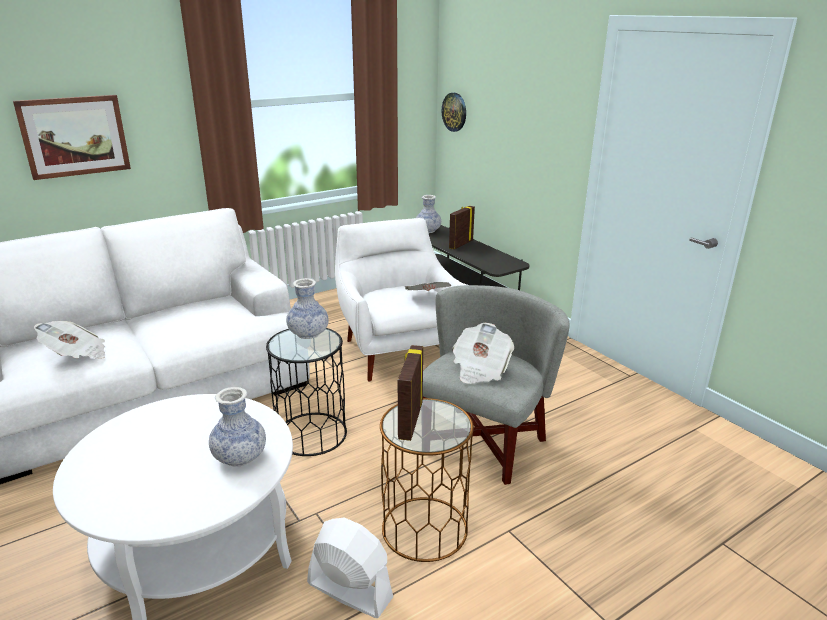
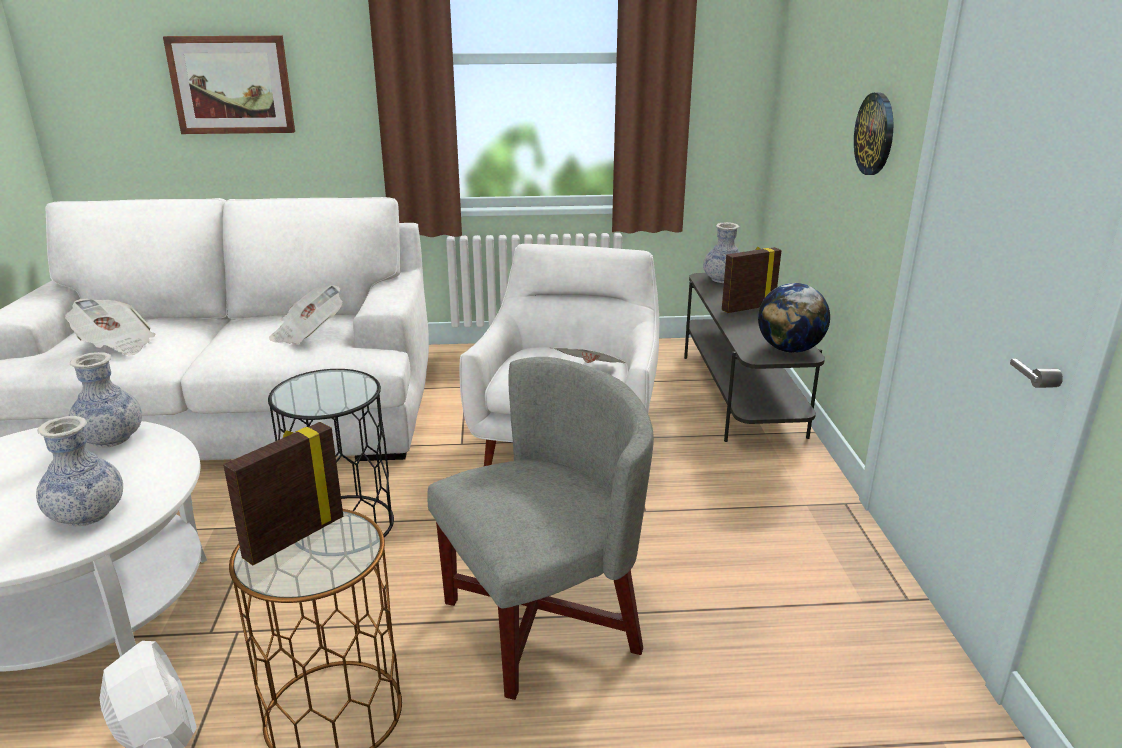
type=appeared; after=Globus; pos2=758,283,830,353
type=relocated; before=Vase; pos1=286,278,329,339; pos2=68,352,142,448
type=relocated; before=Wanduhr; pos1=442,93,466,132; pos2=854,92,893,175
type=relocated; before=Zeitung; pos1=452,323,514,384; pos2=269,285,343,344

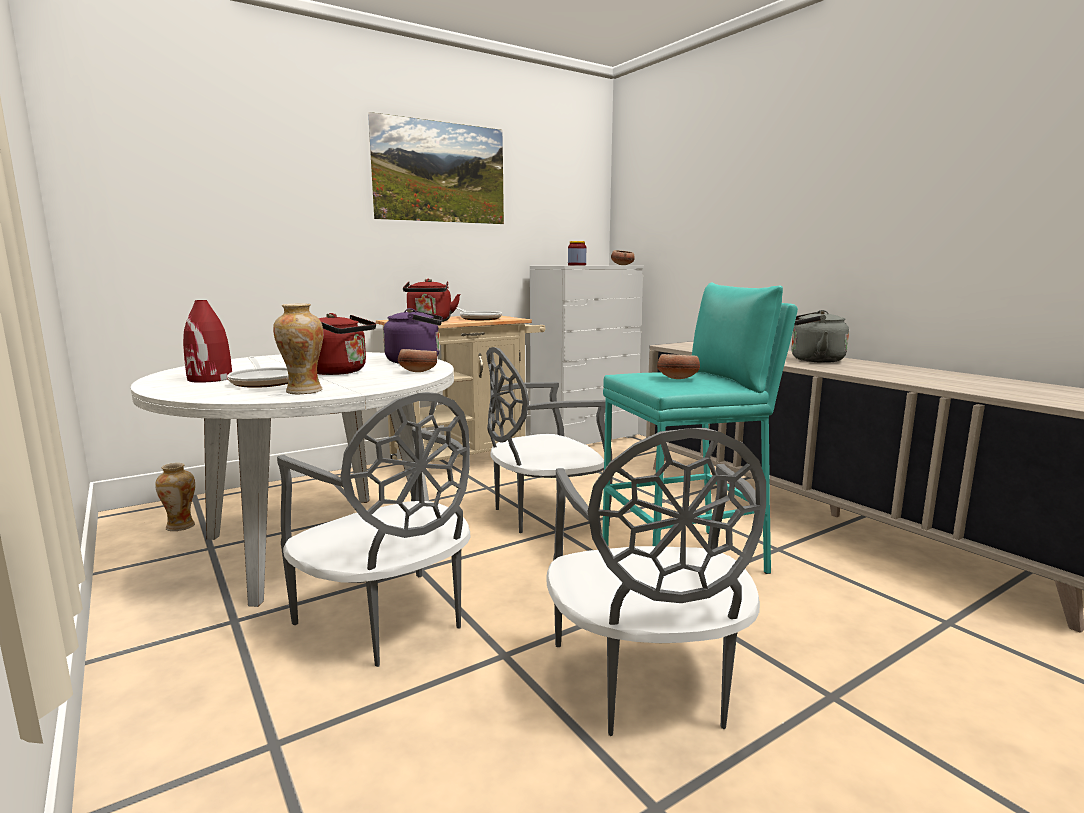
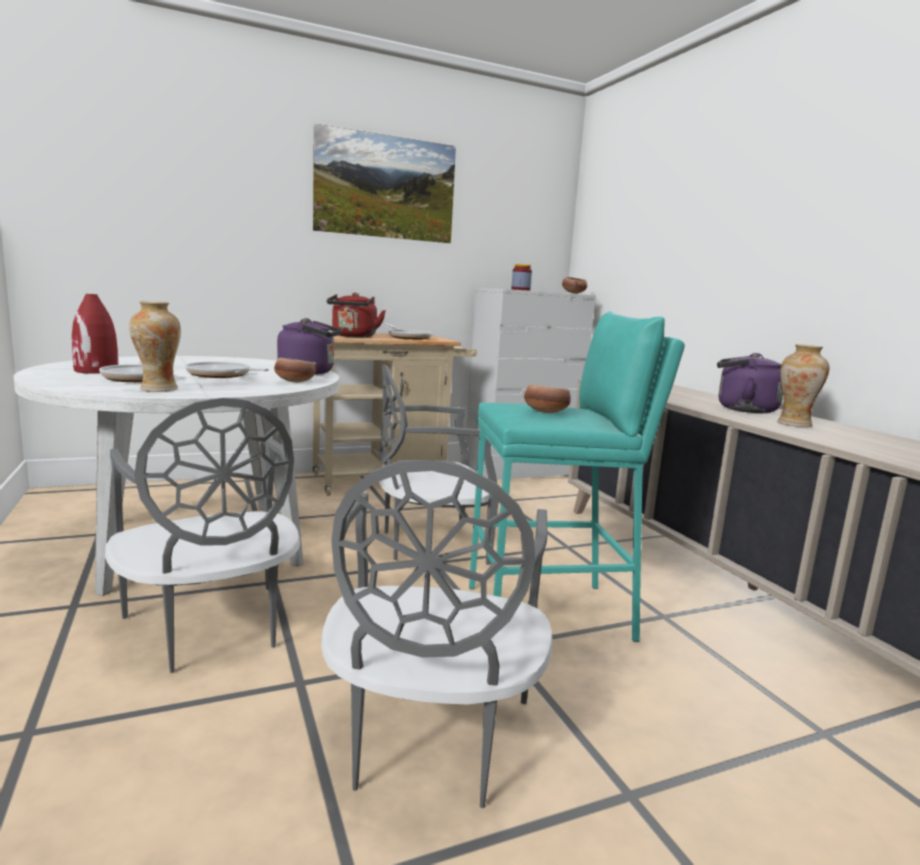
type=relocated; before=Vase; pos1=155,463,195,531; pos2=777,344,830,427
type=exchanged; before=Wasserkessel/rot; after=Pfanne; pos1=317,313,376,375; pos2=185,362,269,378
type=colour; before=Wasserkessel/grau; after=Wasserkessel/lila; pos1=791,310,849,363; pos2=717,353,783,413

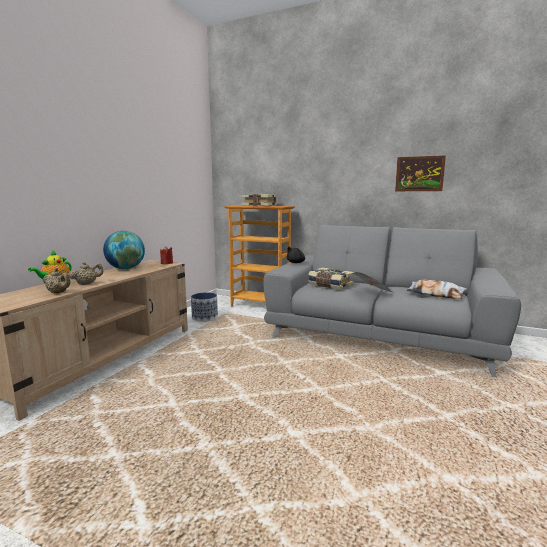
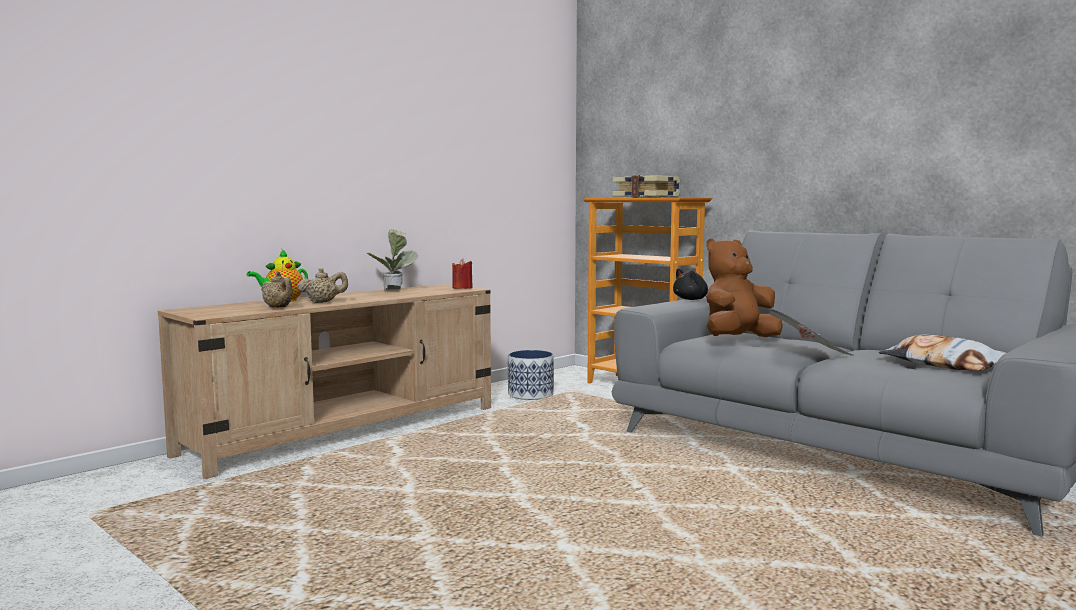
type=missing; before=Bild; pos1=395,155,446,191
type=exchanged; before=Globus; after=Topfpflanze; pos1=103,231,145,269; pos2=367,229,418,290
type=exchanged; before=Buch; after=Plüschtier/braun; pos1=308,268,354,290; pos2=706,238,783,337

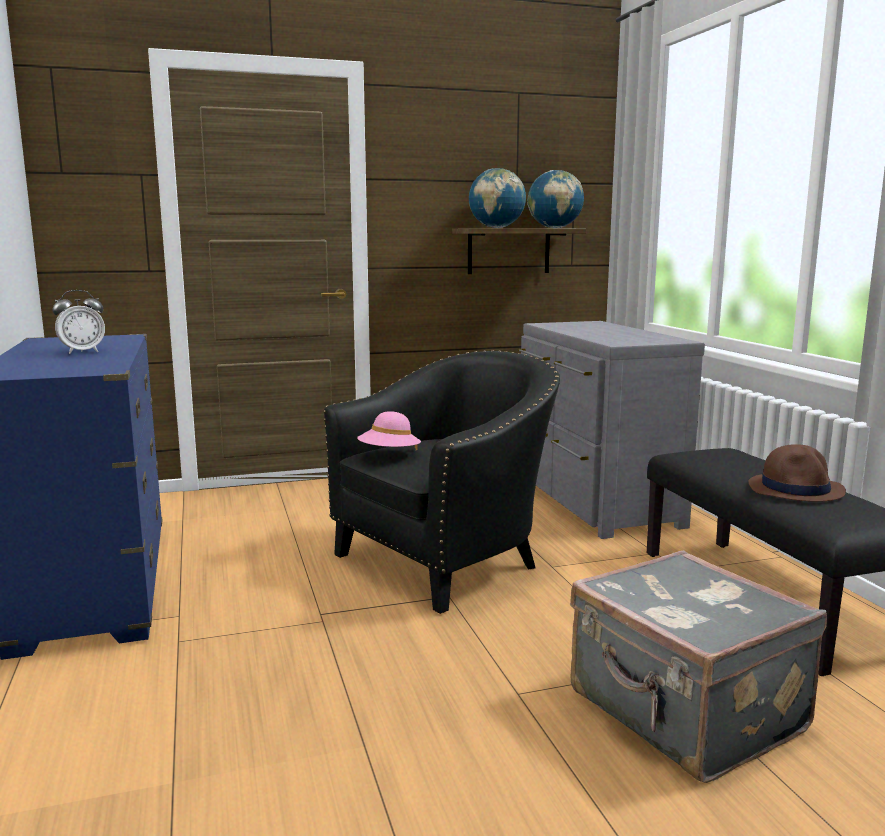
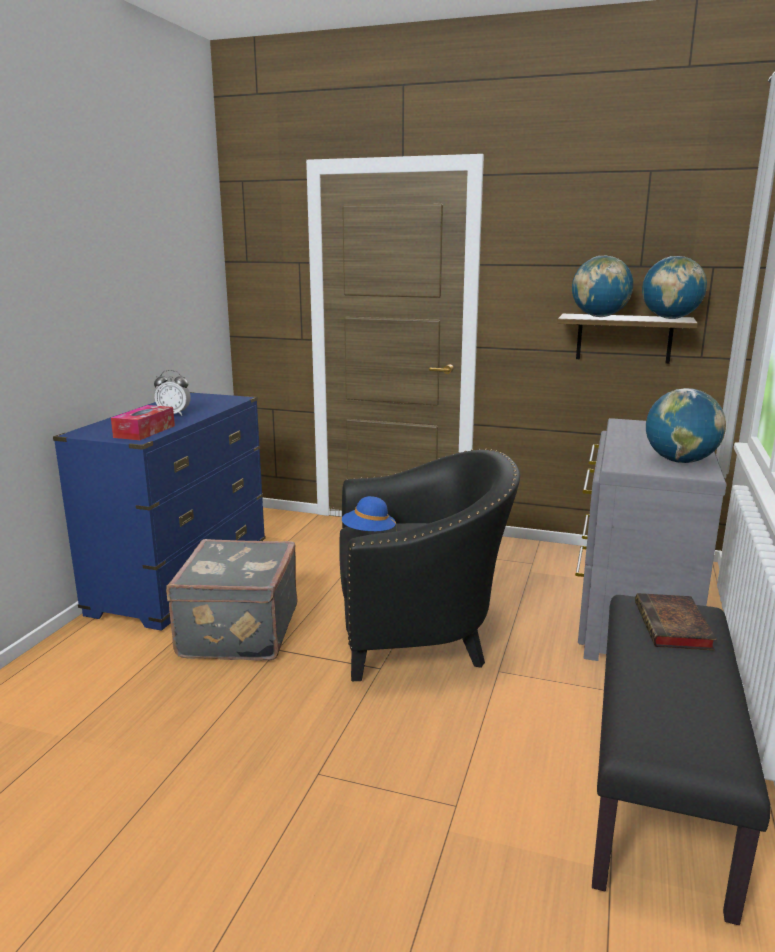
type=missing; before=Hut/braun; pos1=748,444,846,502
type=appeared; after=Taschentuchbox; pos2=111,405,175,440
type=appeared; after=Buch; pos2=635,593,717,651
type=appeared; after=Globus; pos2=646,388,726,463
type=relocated; before=Koffer/grau; pos1=570,550,827,783; pos2=166,539,298,661
type=colour; before=Hut/rosa; after=Hut/blau; pos1=357,411,421,450; pos2=342,496,396,531

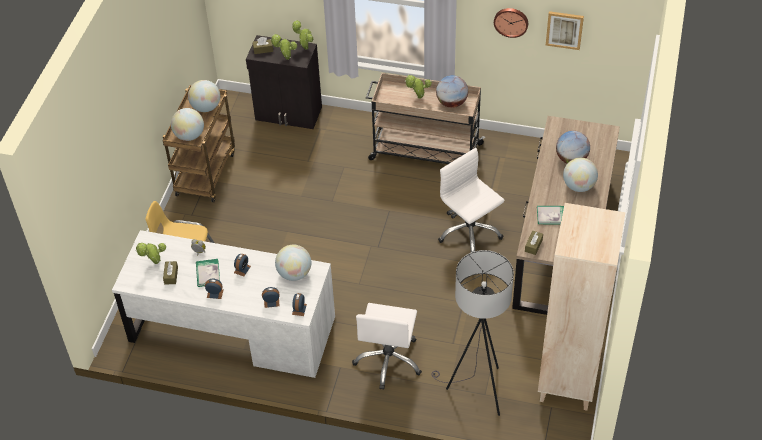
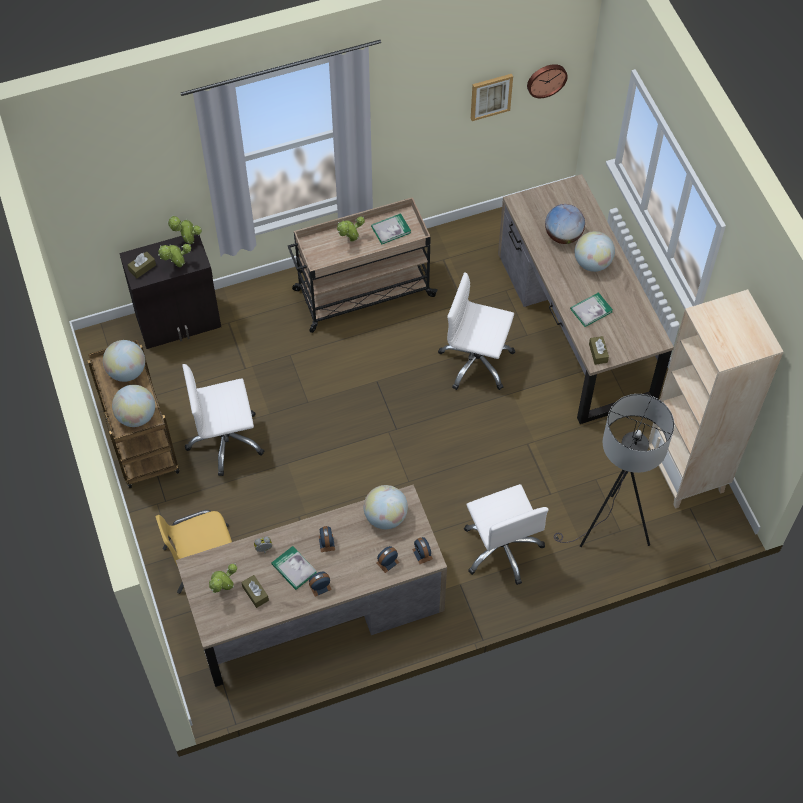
type=appeared; after=Bürostuhl/weiß; pos2=182,364,264,476
type=relocated; before=Wanduhr; pos1=494,8,528,38; pos2=527,64,568,98
type=exchanged; before=Globus; after=Buch; pos1=436,75,468,108; pos2=371,213,411,244
type=colour; before=Schreibtisch/weiß; after=Schreibtisch/braun; pos1=112,230,335,378; pos2=176,485,447,687

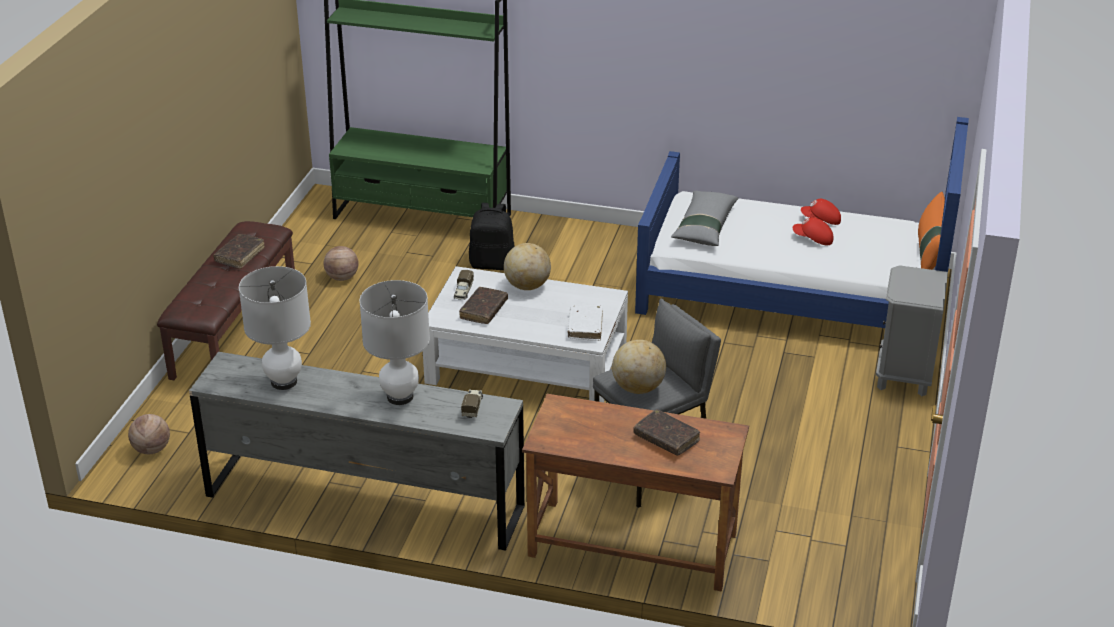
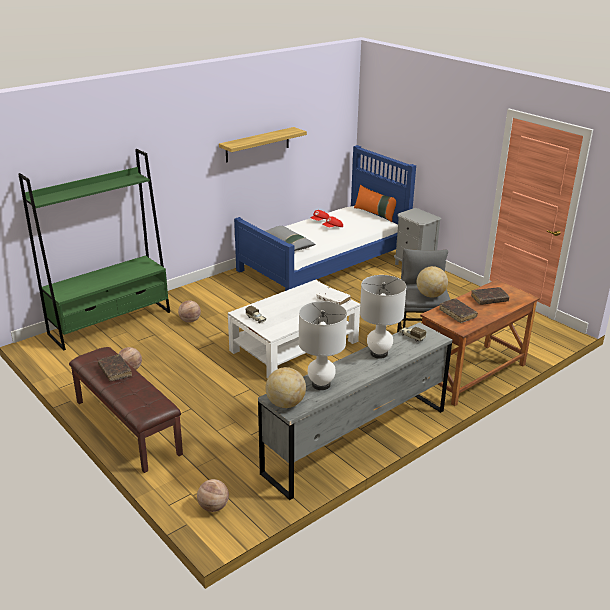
type=appeared; after=Wandregal; pos2=219,127,307,163
type=relocated; before=Buch/braun; pos1=459,287,508,324; pos2=439,298,478,323
type=relocated; before=Globus; pos1=504,243,551,290; pos2=265,367,306,408
type=exchanged; before=Rucksack/schwarz; after=Basketball; pos1=469,203,515,270; pos2=178,300,201,323

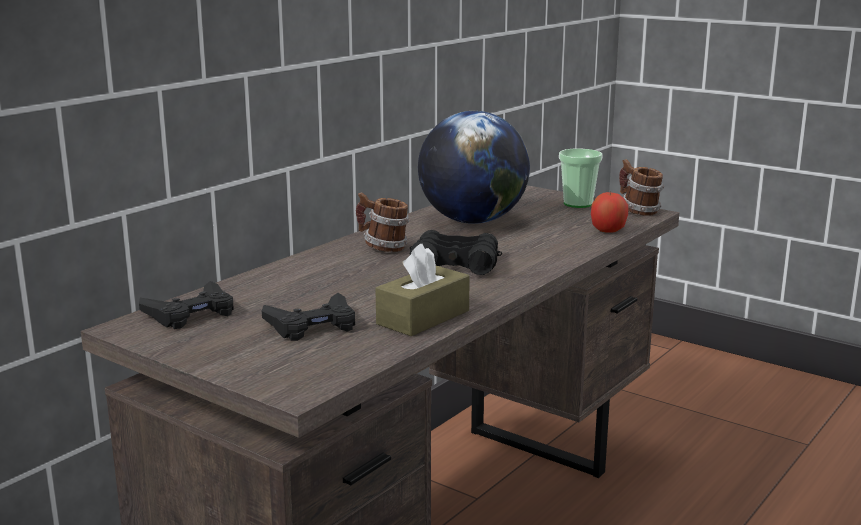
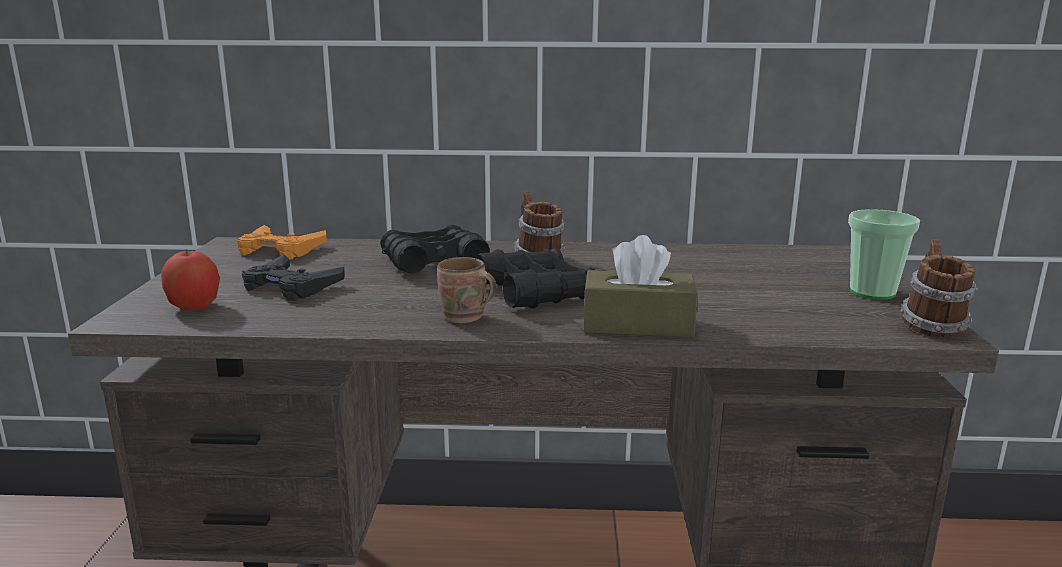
type=missing; before=Globus; pos1=418,111,530,224
type=appeared; after=Fernglas/schwarz; pos2=380,225,490,274
type=appeared; after=Henkelbecher/braun; pos2=437,257,496,323
type=relocated; before=Taschentuchbox/braun; pos1=375,244,470,336; pos2=583,235,698,338
type=relocated; before=Apfel; pos1=591,191,628,232; pos2=161,249,220,310
type=colour; before=Gamepad/schwarz; after=Gamepad/orange; pos1=139,281,233,329; pos2=237,225,327,260

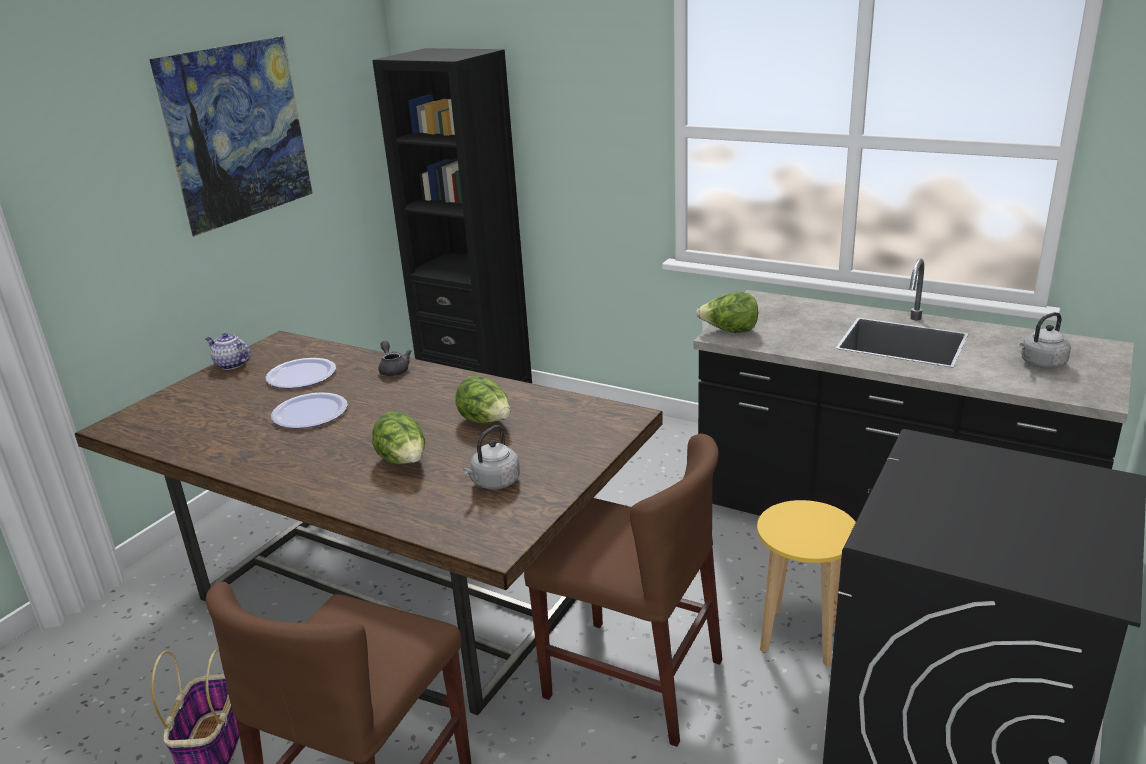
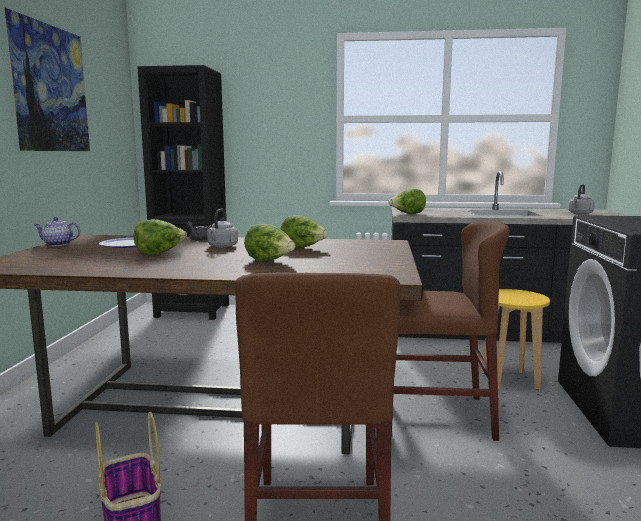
type=relocated; before=Wasserkessel/grau; pos1=463,425,520,490; pos2=207,209,238,248
type=exchanged; before=Teller; after=Salatkopf; pos1=271,392,348,429; pos2=134,219,187,255

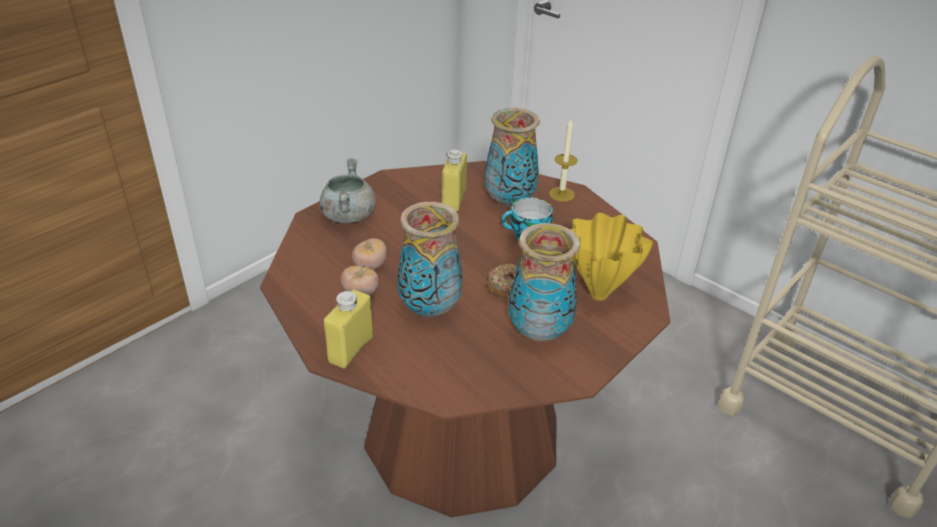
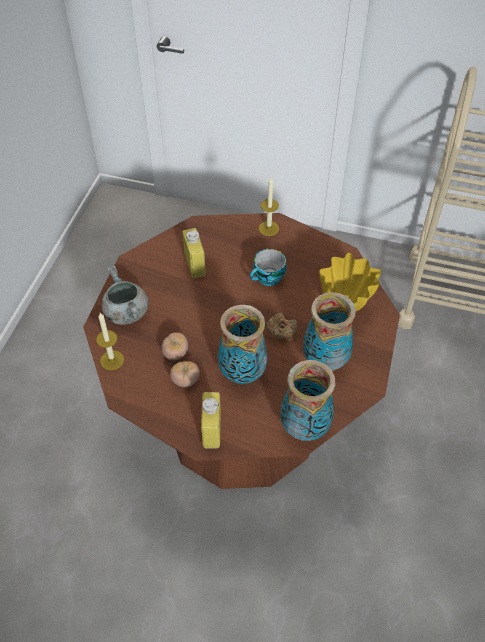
type=appeared; after=Kerze; pos2=96,313,124,370
type=relocated; before=Vase; pos1=485,108,540,208; pos2=281,360,335,441

